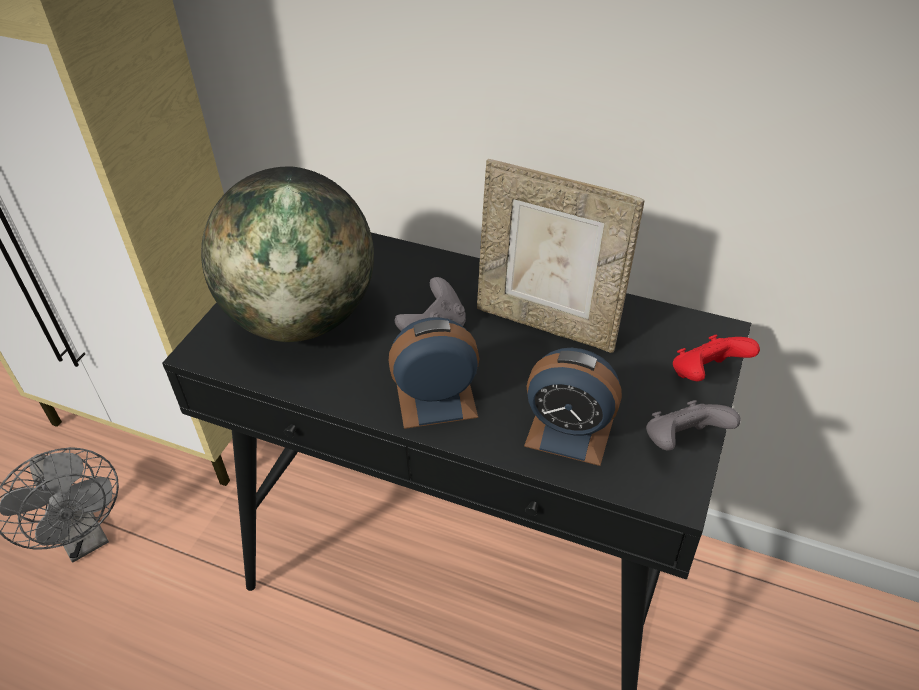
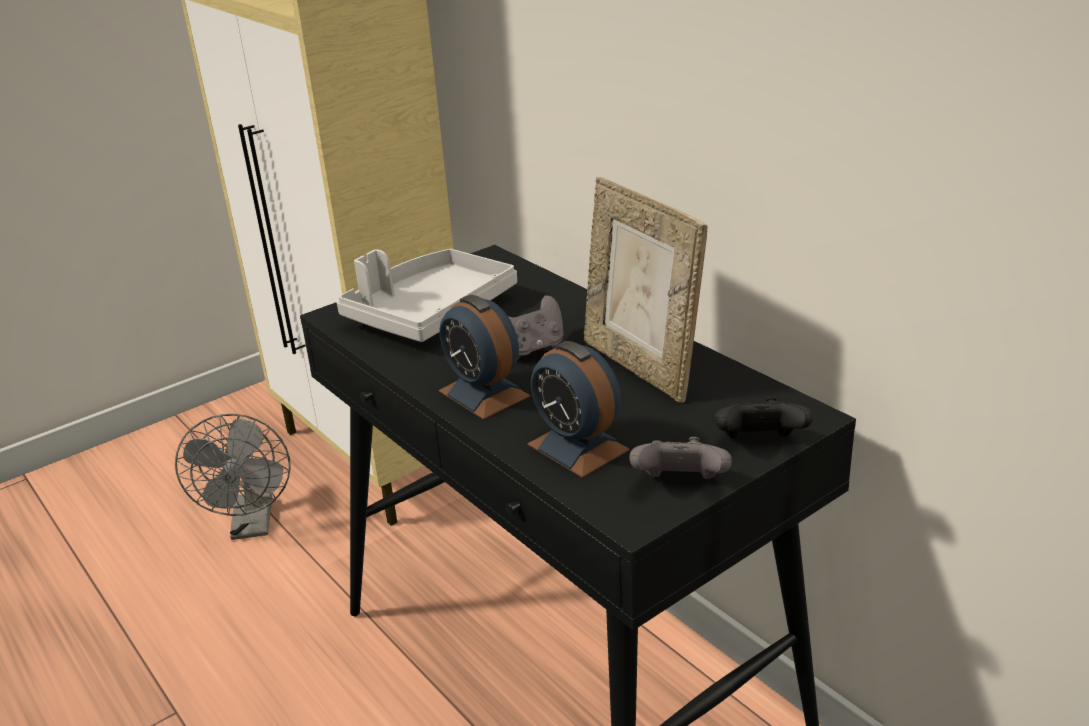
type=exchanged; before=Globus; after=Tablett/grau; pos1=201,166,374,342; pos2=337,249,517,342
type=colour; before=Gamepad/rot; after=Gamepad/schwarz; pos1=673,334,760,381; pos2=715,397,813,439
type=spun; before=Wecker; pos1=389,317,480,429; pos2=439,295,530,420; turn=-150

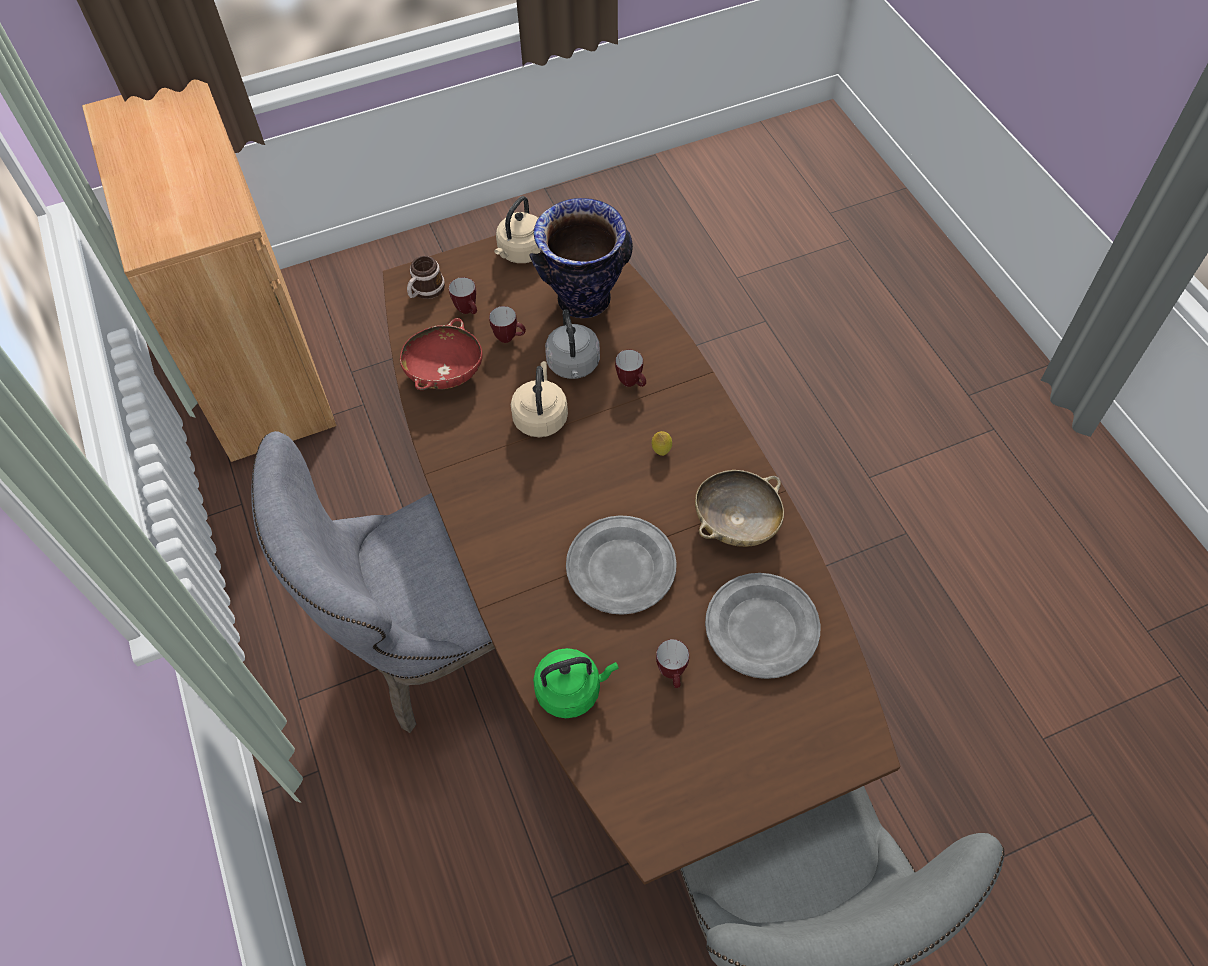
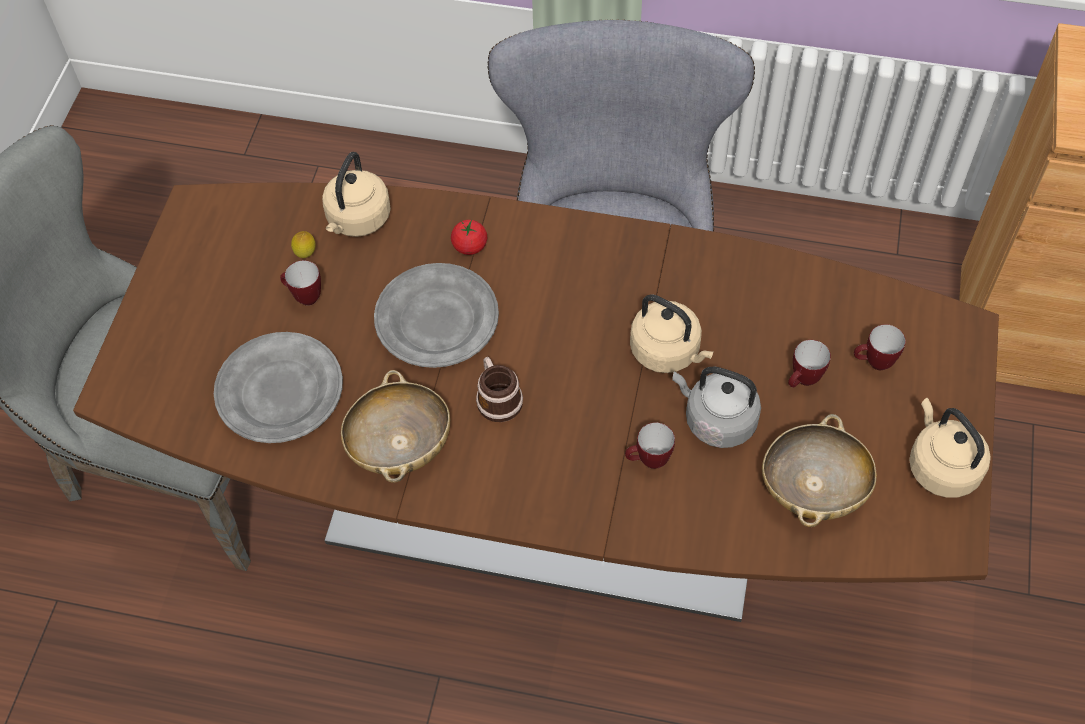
type=missing; before=Schüssel/rot; pos1=400,318,483,390
type=appeared; after=Tomate; pos2=451,220,487,255
type=relocated; before=Henkelbecher; pos1=407,256,445,299; pos2=476,357,523,422
type=relocated; before=Zitrone; pos1=652,431,672,456; pos2=291,231,316,258
type=exchanged; before=Vase; after=Schüssel/beige; pos1=529,198,633,318; pos2=762,414,877,527
type=colour; before=Wasserkessel/grün; after=Wasserkessel/beige; pos1=533,648,619,718; pos2=322,152,391,237

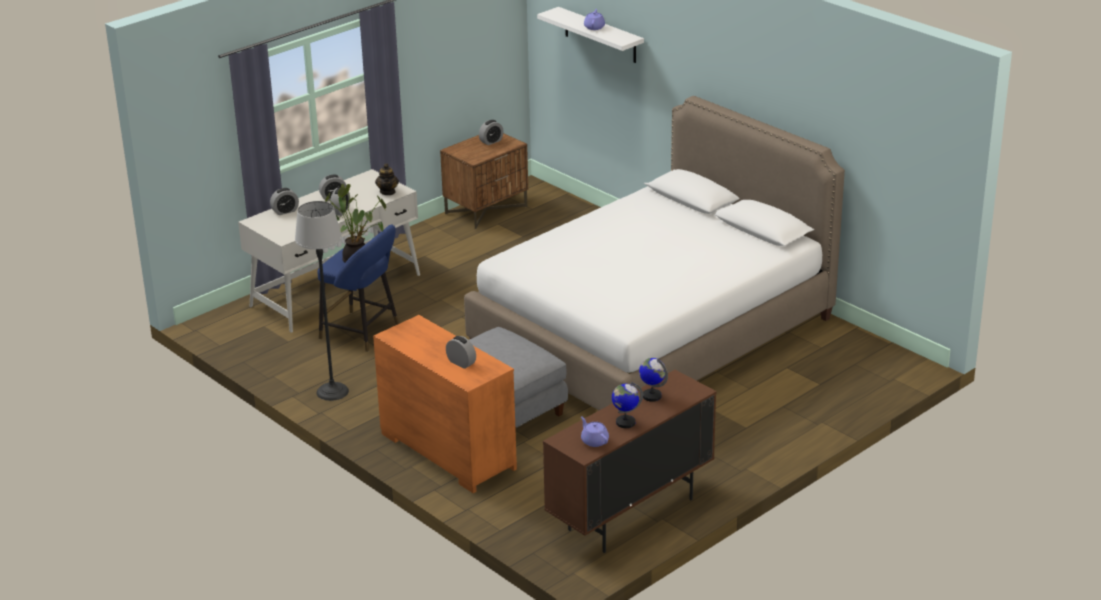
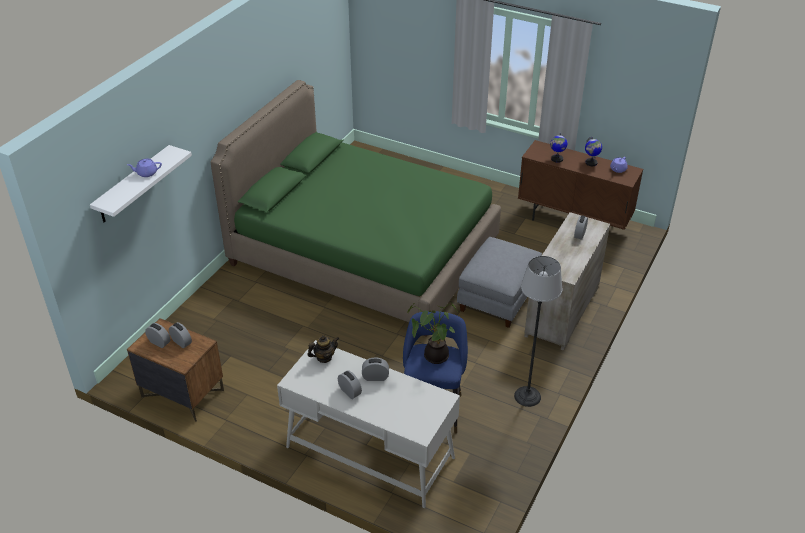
type=relocated; before=Wecker; pos1=270,188,299,215; pos2=169,322,192,348
type=colour; before=Kommode/orange; after=Kommode/beige; pos1=373,315,517,493; pos2=524,212,610,351
type=colour; before=Bett/weiß; after=Bett/grün; pos1=464,96,845,410; pos2=210,80,501,337

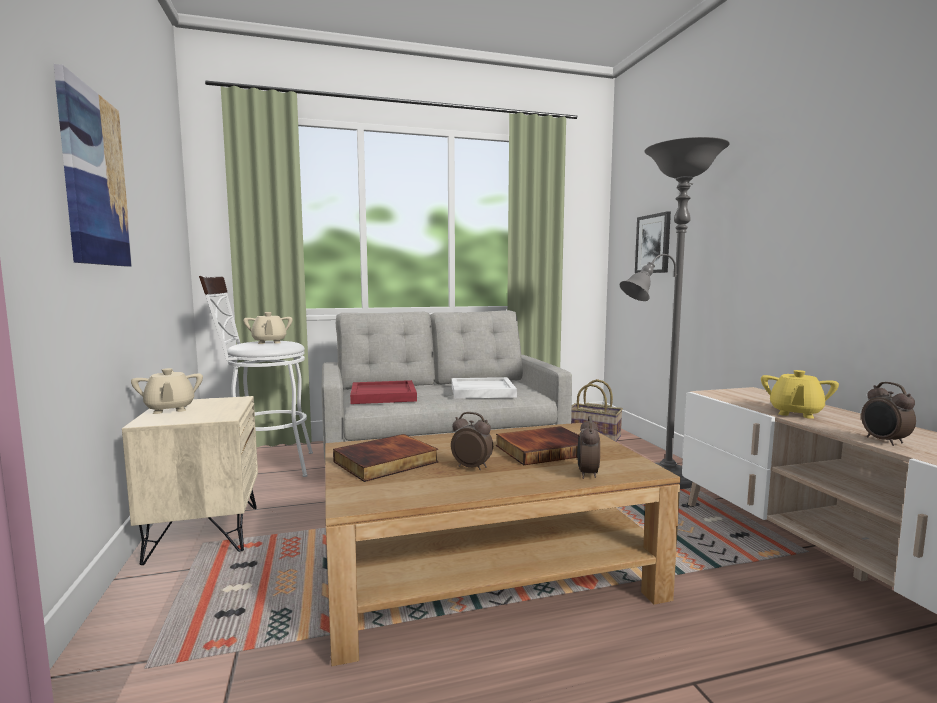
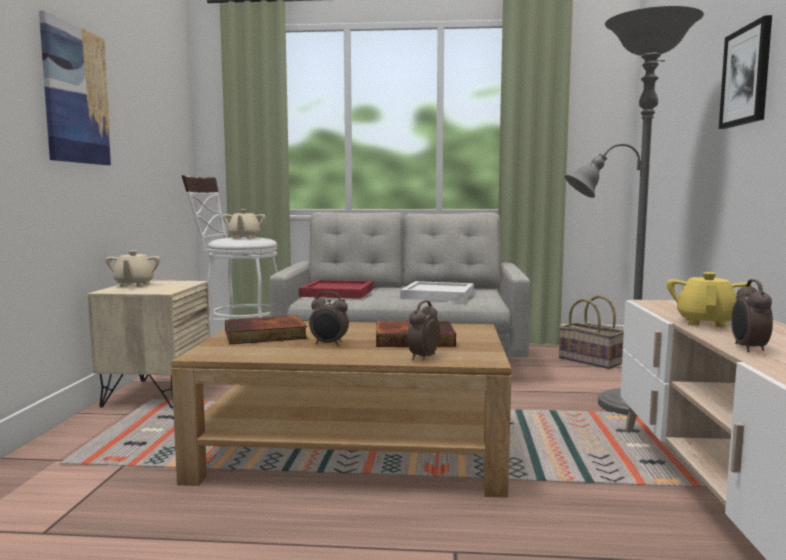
type=relocated; before=Bild; pos1=635,211,671,273; pos2=719,15,772,129
type=spun; before=Wecker; pos1=451,412,493,470; pos2=309,292,349,346; turn=150
type=spun; before=Teekanne/gelb; pos1=761,370,839,419; pos2=667,272,752,327; turn=150

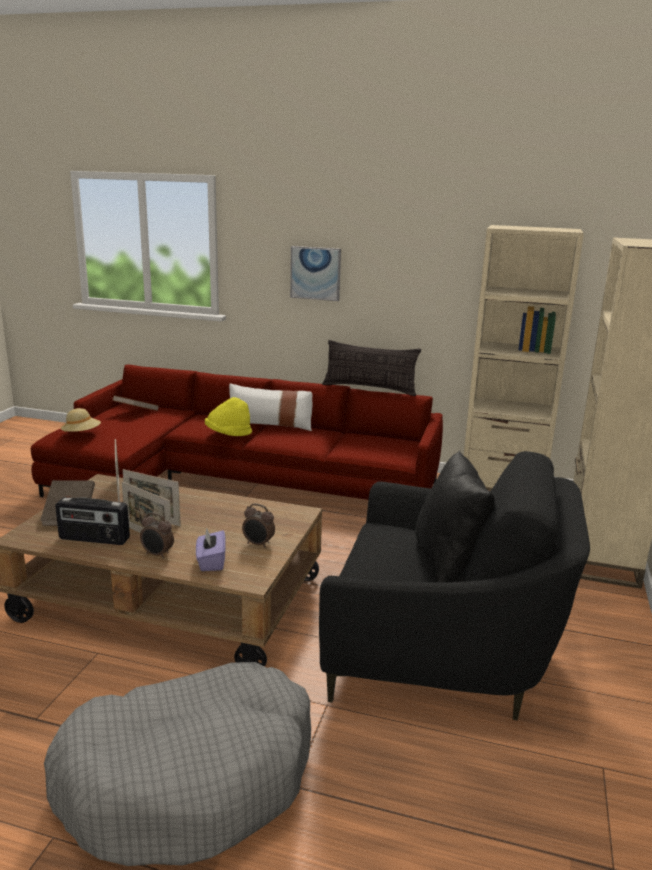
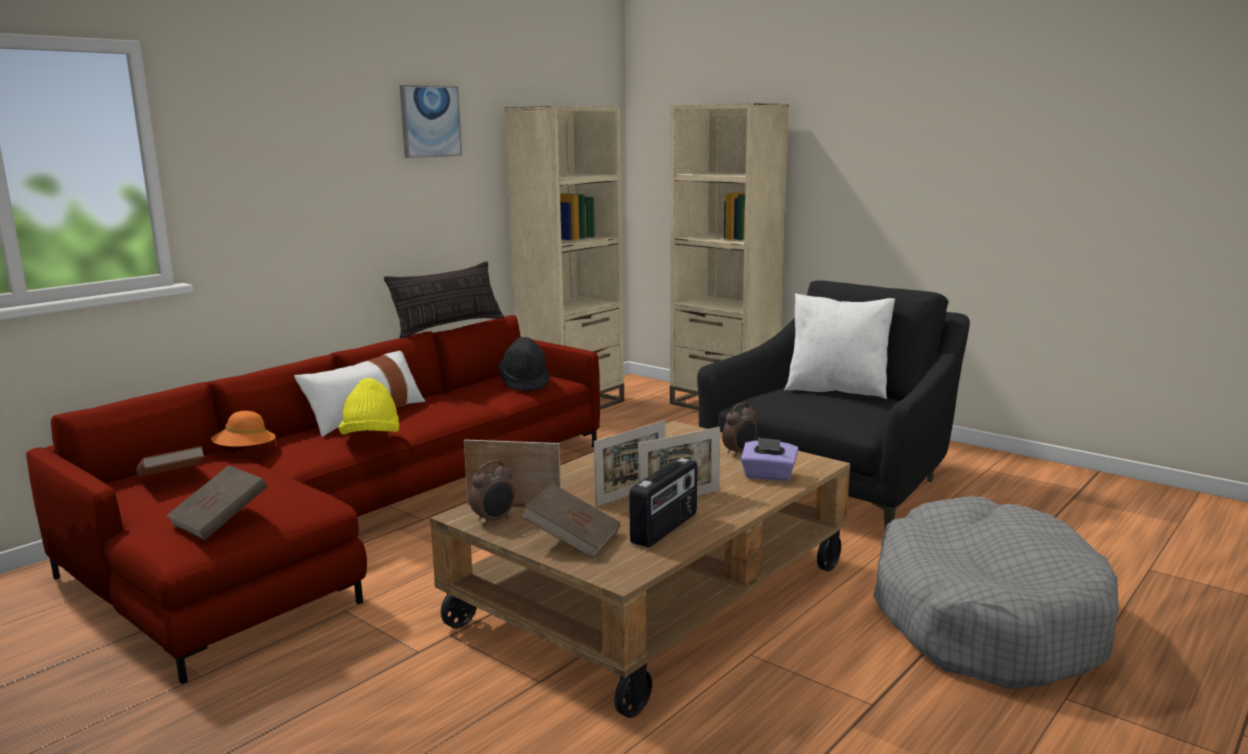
type=appeared; after=Hut/orange; pos2=211,411,277,447
type=appeared; after=Hut/schwarz; pos2=498,337,550,391
type=relocated; before=Wecker; pos1=140,513,174,559; pos2=469,460,515,526
type=relocated; before=Bild; pos1=290,246,341,301; pos2=400,85,462,158
type=exchanged; before=Hut/beige; after=Buch/braun; pos1=61,408,101,432; pos2=166,465,267,540
type=colour; before=Kissen/schwarz; after=Kissen/weiß; pos1=415,451,495,582; pos2=784,293,895,399

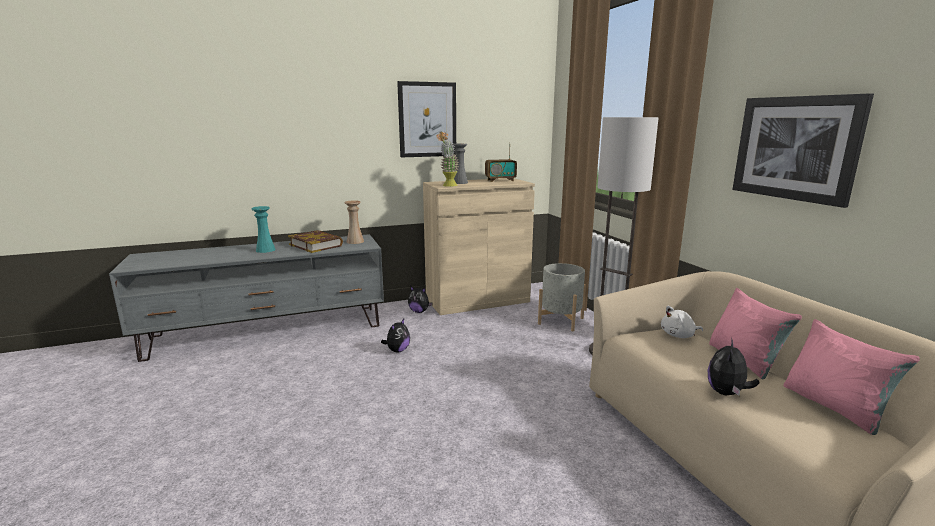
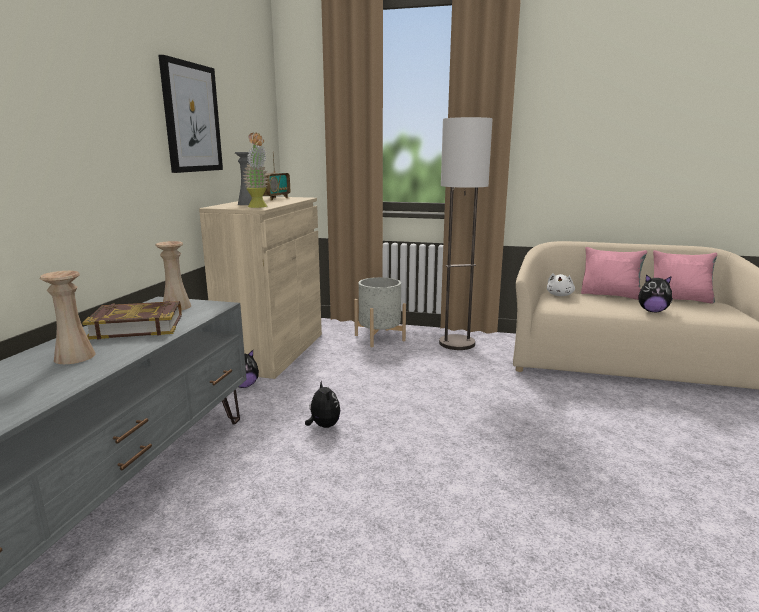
type=missing; before=Bild; pos1=732,93,874,208
type=colour; before=Vase/türkis; after=Vase/beige; pos1=251,206,276,253; pos2=40,271,95,364
type=spun; before=Plüschtier; pos1=708,338,759,396; pos2=638,274,673,312; turn=-45

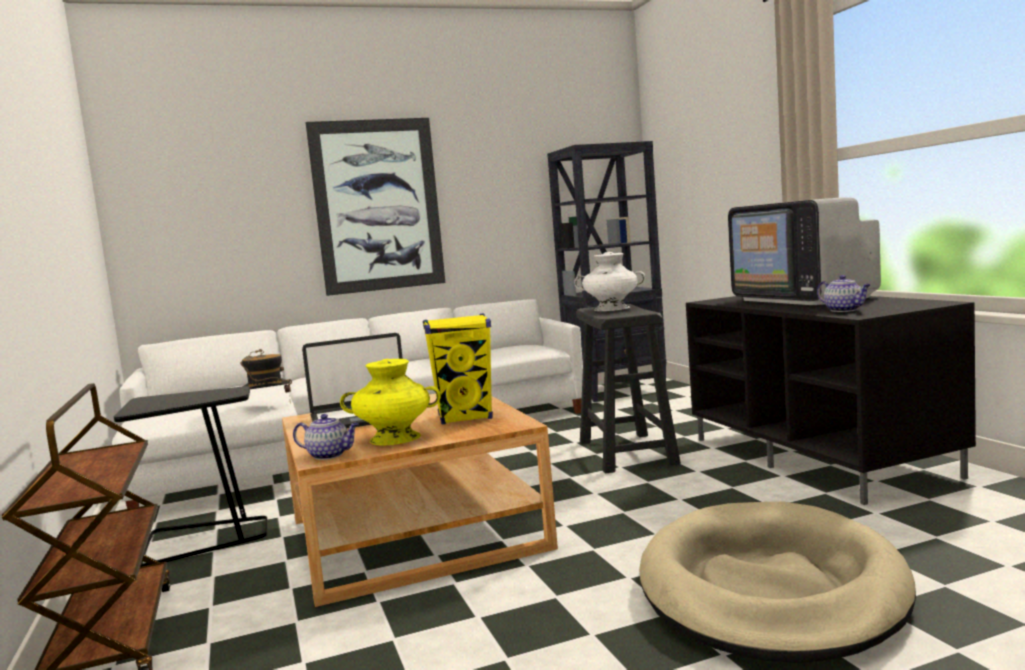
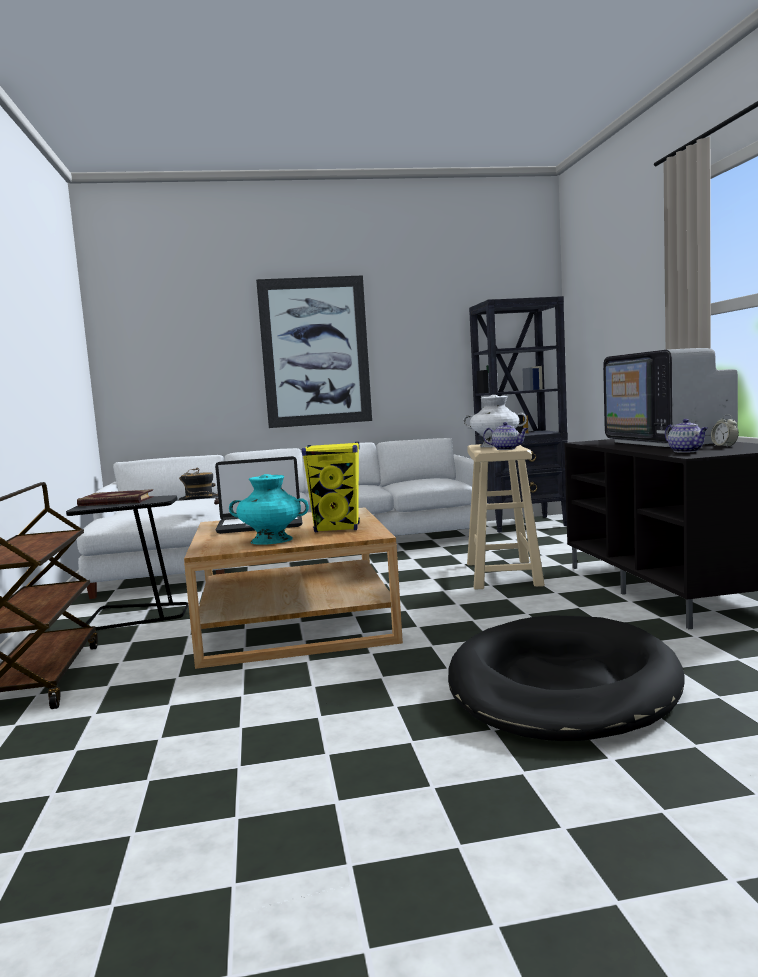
type=appeared; after=Buch; pos2=77,489,154,507
type=appeared; after=Wecker; pos2=711,414,739,447
type=relocated; before=Teekanne; pos1=293,414,359,460; pos2=483,422,528,450
type=colour; before=Vase/gelb; after=Vase/türkis; pos1=340,359,441,446; pos2=229,474,309,545
type=colour; before=Hocker/schwarz; after=Hocker/beige; pos1=576,304,681,474; pos2=467,444,545,590
type=colour; before=Hundebett/beige; after=Hundebett/schwarz; pos1=639,502,916,663; pos2=448,615,685,741

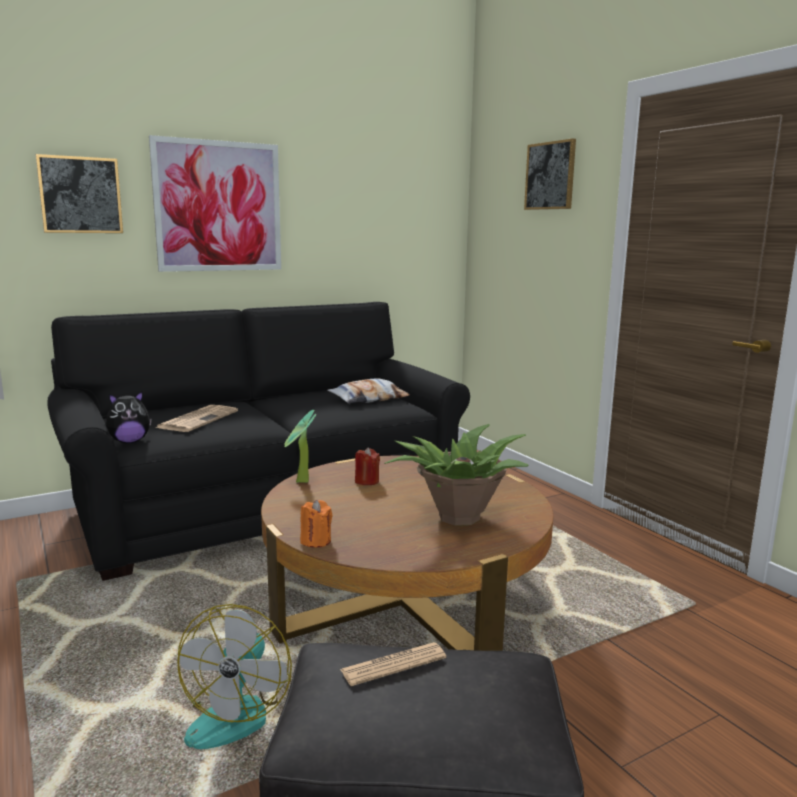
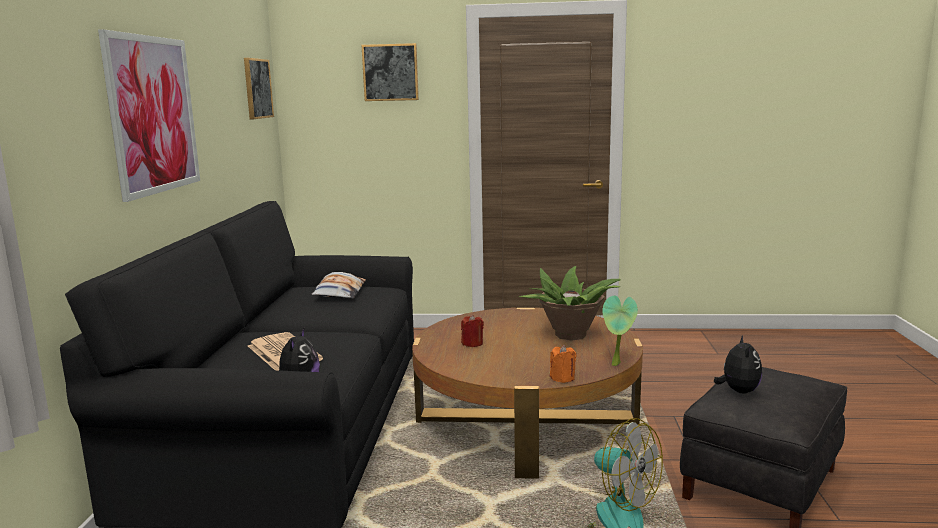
type=relocated; before=Bild; pos1=36,154,123,233; pos2=244,58,274,119
type=relocated; before=Topfpflanze; pos1=284,410,316,483; pos2=602,295,638,366
type=exchanged; before=Zeitung; after=Plüschtier; pos1=340,642,446,686; pos2=714,335,762,394

